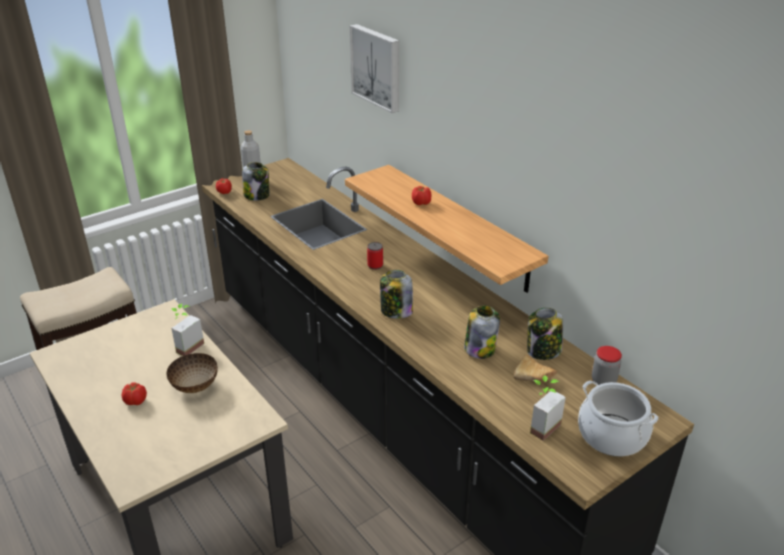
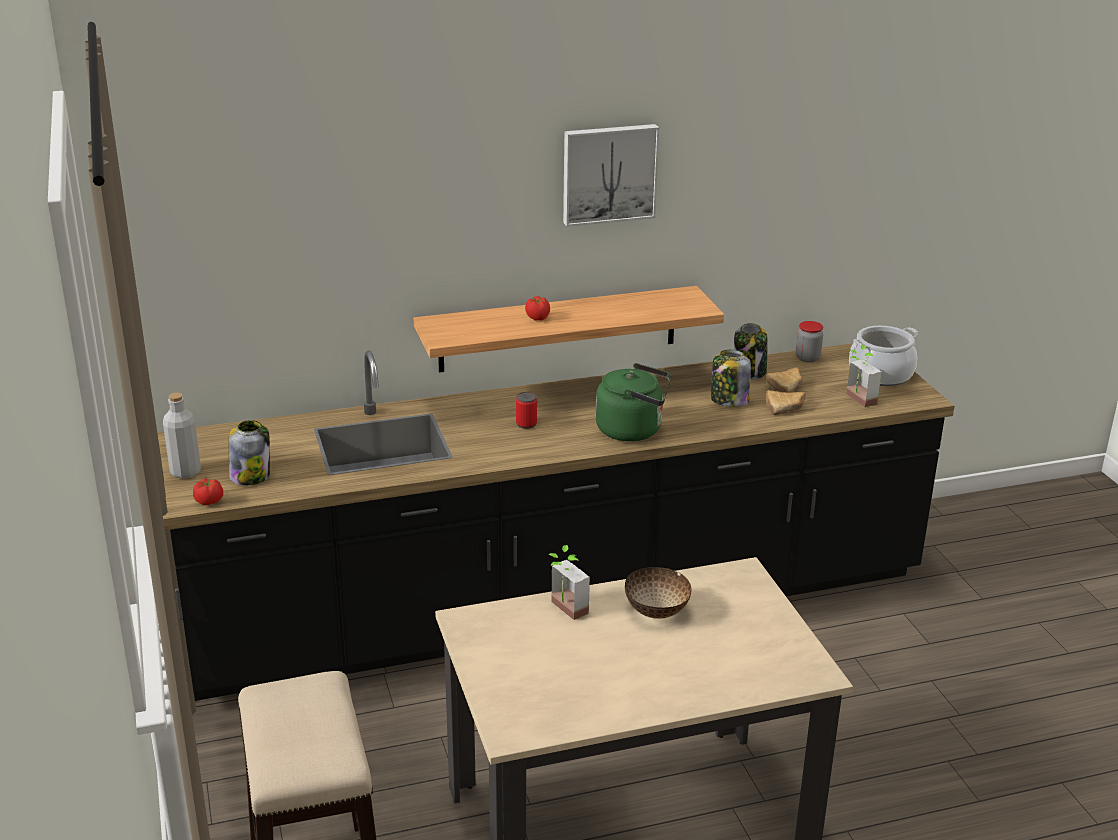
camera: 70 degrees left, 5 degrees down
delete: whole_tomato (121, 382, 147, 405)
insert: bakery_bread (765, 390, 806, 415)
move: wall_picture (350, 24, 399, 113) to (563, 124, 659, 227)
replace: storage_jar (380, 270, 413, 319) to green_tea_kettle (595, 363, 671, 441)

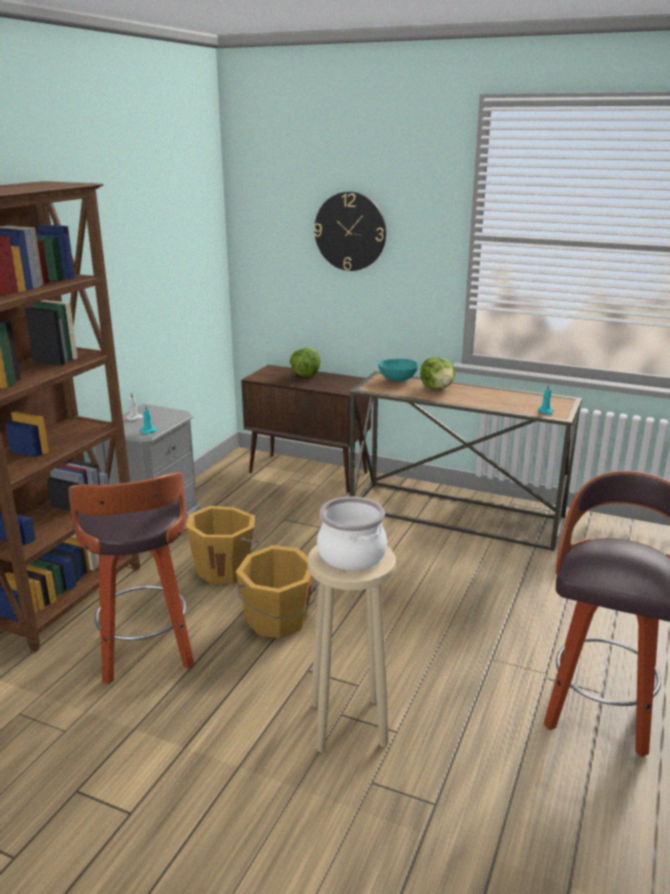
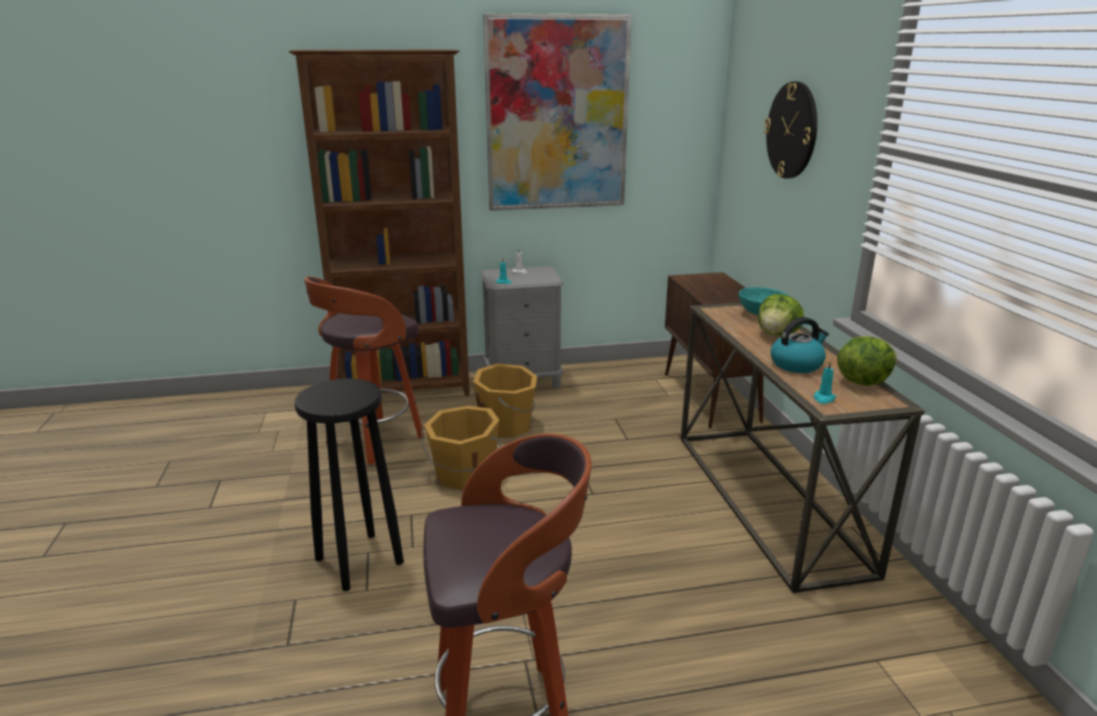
camera: 55 degrees right, 0 degrees up
delete: cooking_pot (317, 497, 387, 570)
insert: wall_picture (483, 13, 632, 211); tea_kettle (771, 317, 829, 373)
move: lettuce (290, 348, 320, 377) to (837, 336, 897, 386)
recolor: sand-coloured_sitting_stool (307, 545, 396, 752) to black-coloured_sitting_stool (295, 379, 404, 591)

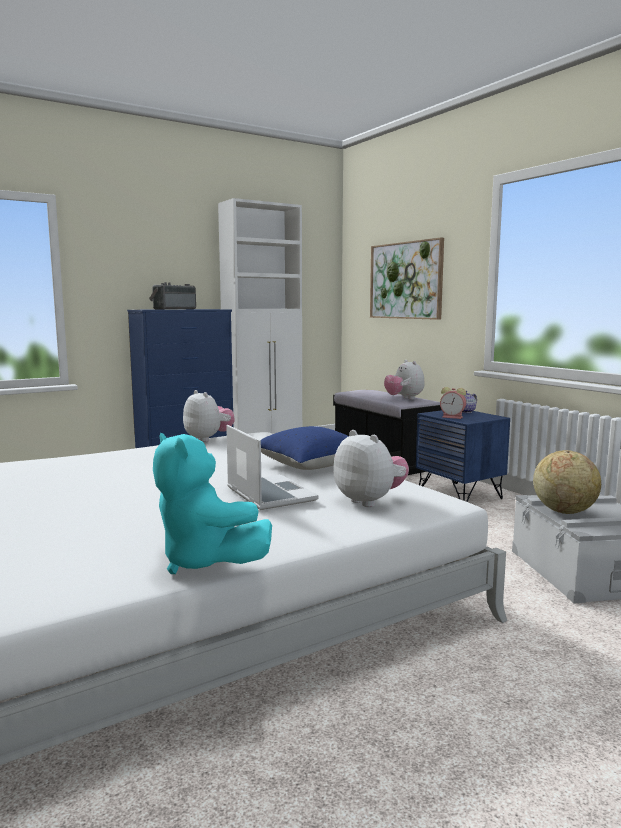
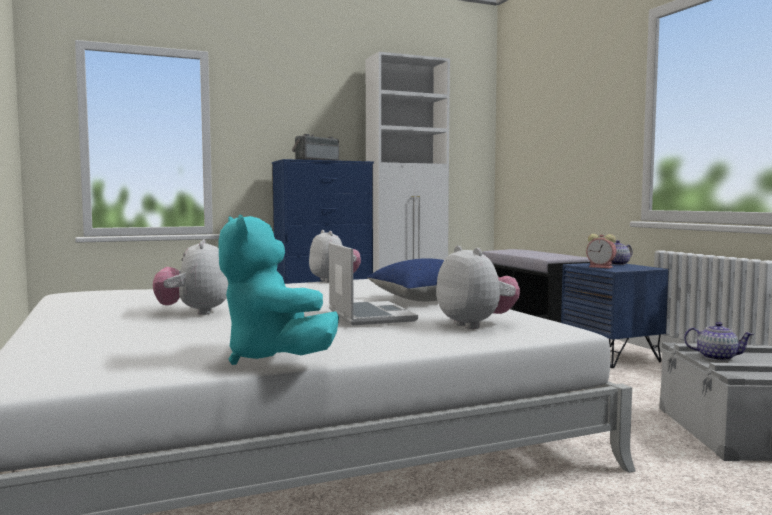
camera: 10 degrees right, 5 degrees down
delete: wall_picture (370, 237, 444, 320)
move: soft_toy (384, 360, 425, 400) to (153, 239, 228, 315)
replace: globe (533, 450, 601, 514) to tea_pot (684, 322, 754, 361)

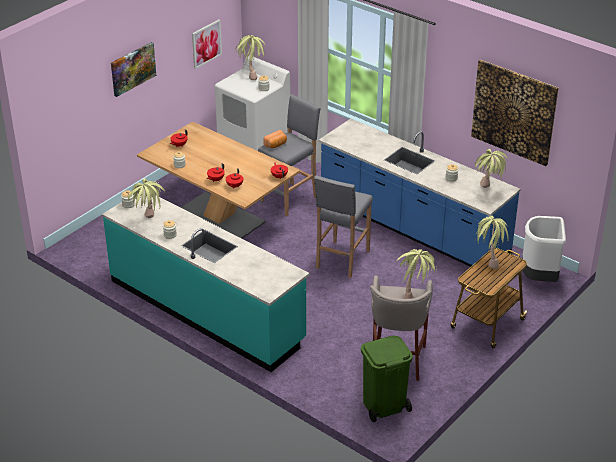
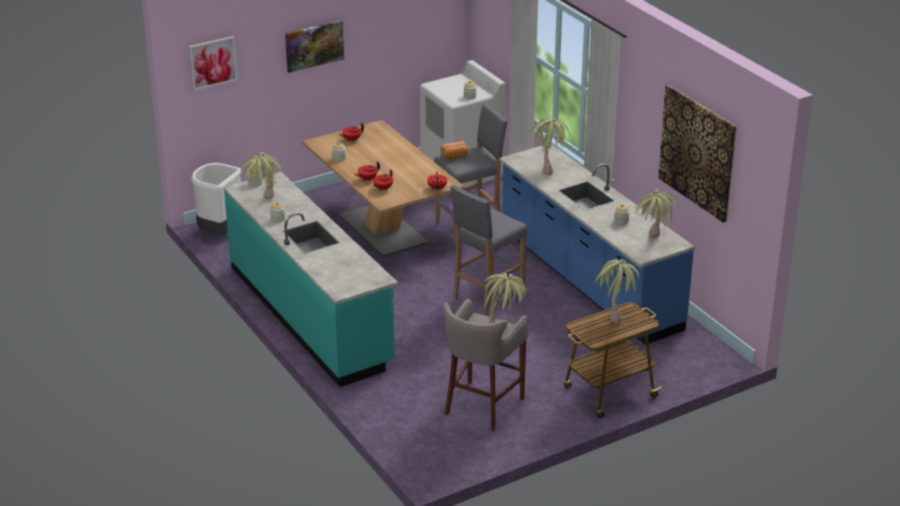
camera: 20 degrees right, 5 degrees down
delete: green_waste_bin (361, 336, 413, 422)
move: wall_picture (192, 20, 222, 69) to (189, 36, 238, 91); plant_in_a_pot (236, 35, 266, 80) to (530, 118, 570, 175); white_waste_bin (522, 216, 566, 282) to (191, 163, 242, 235)

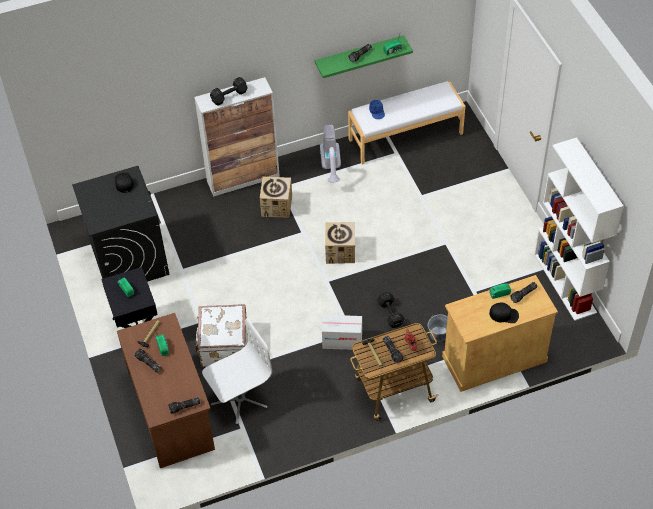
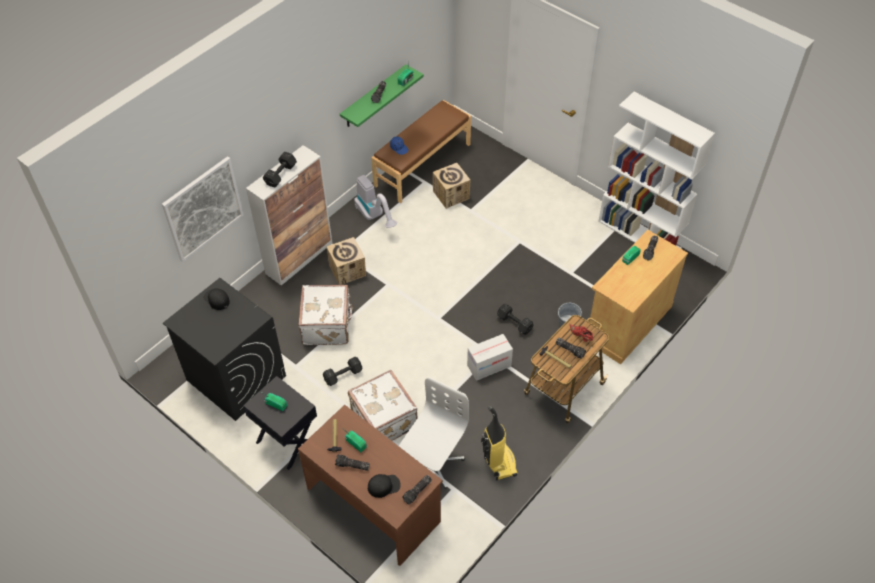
camera: 30 degrees left, 0 degrees up
insert: wall_picture (162, 156, 244, 262); white_travel_case (298, 285, 354, 345); black-coloured_free_weight (323, 357, 362, 386); vacuum (481, 406, 518, 481)
move: cardboard_box (325, 222, 355, 264) to (433, 163, 471, 209); black-coloured_peaked_cap (489, 303, 519, 323) to (368, 474, 401, 498)
recolor: white_long_seat (348, 82, 465, 165) to brown_long_seat (371, 100, 471, 203)

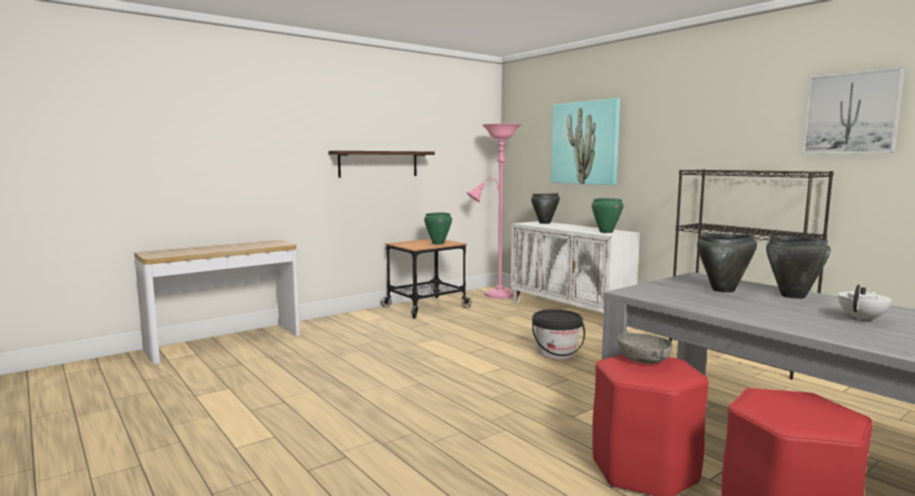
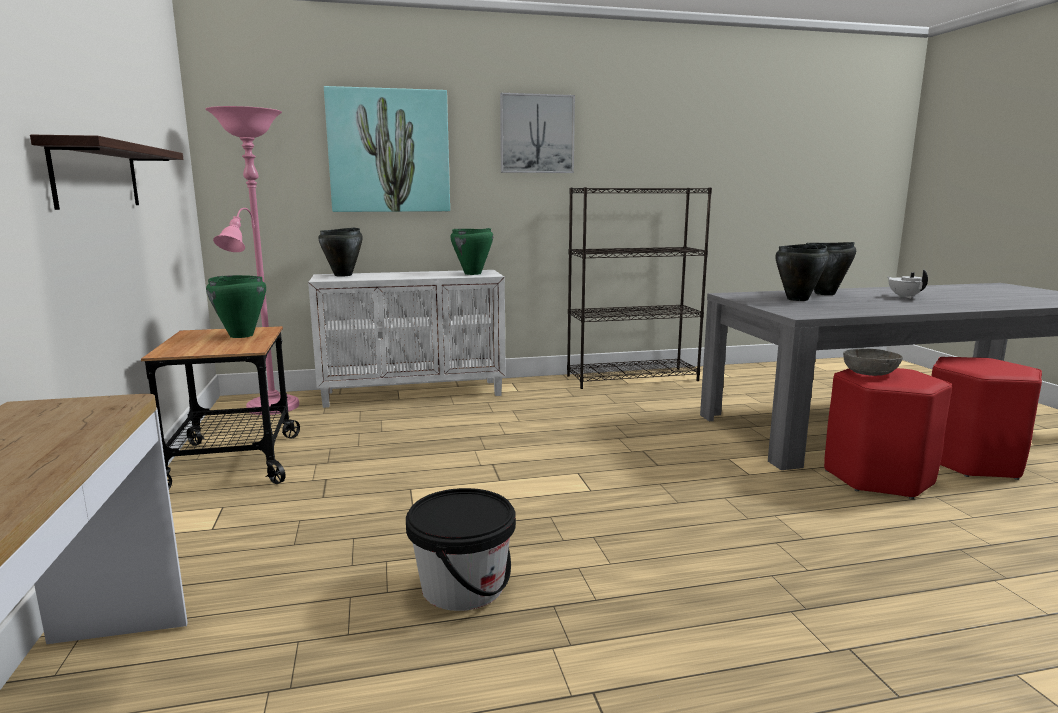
camera: 65 degrees left, 5 degrees up
move: black-coloured_pail (532, 310, 585, 359) to (406, 488, 516, 611); wall_picture (802, 67, 904, 154) to (500, 93, 575, 173)

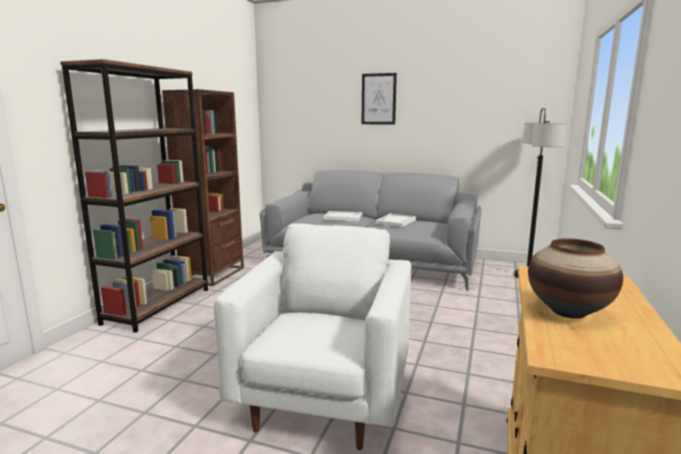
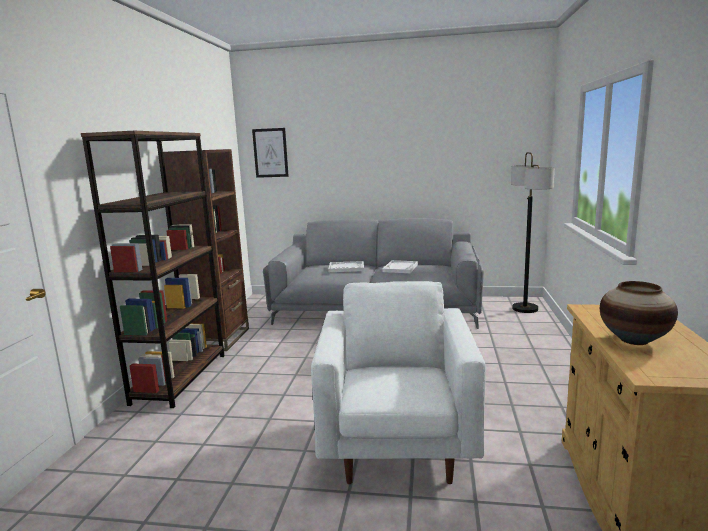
camera: 10 degrees left, 0 degrees up
move: wall_picture (362, 73, 397, 125) to (252, 128, 289, 178)

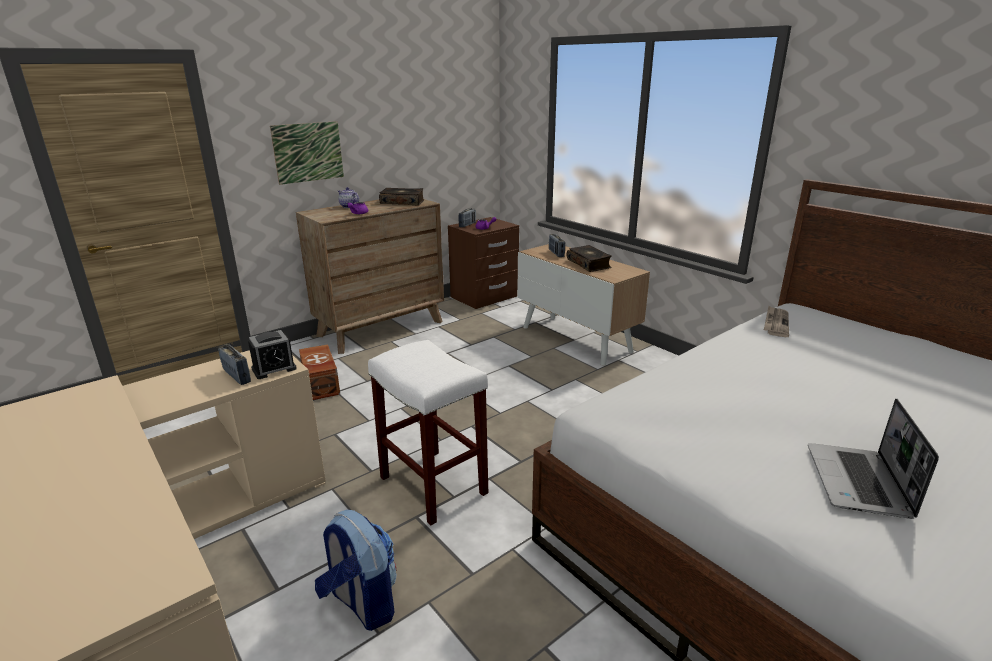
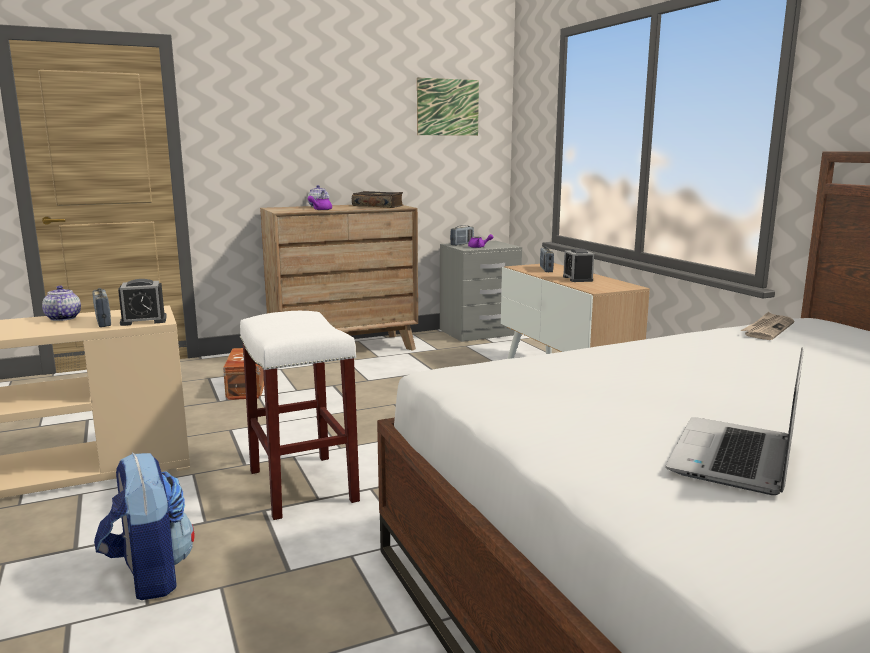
camera: 15 degrees right, 10 degrees down
insert: tea_pot (42, 285, 81, 321)
move: wall_picture (270, 121, 344, 185) to (417, 77, 479, 136)
replace: bound_book (567, 245, 612, 272) to bedside_clock (563, 249, 594, 282)
recolor: brown_nightstand (448, 217, 519, 309) to gray_nightstand (440, 241, 522, 342)

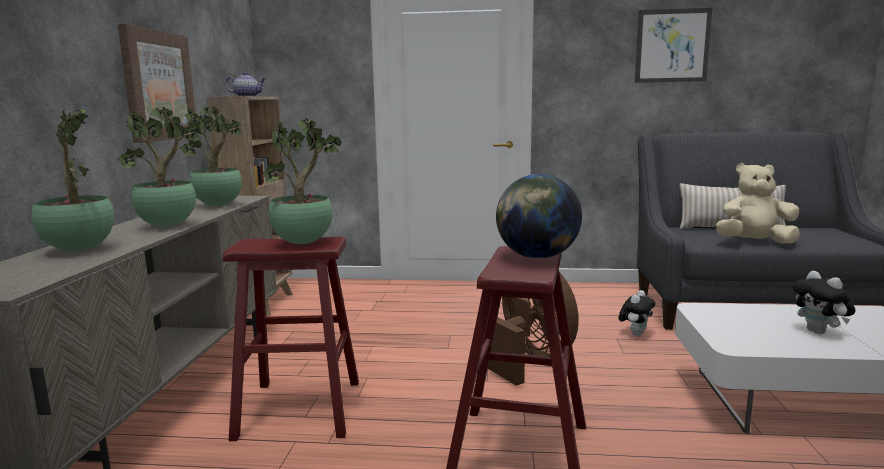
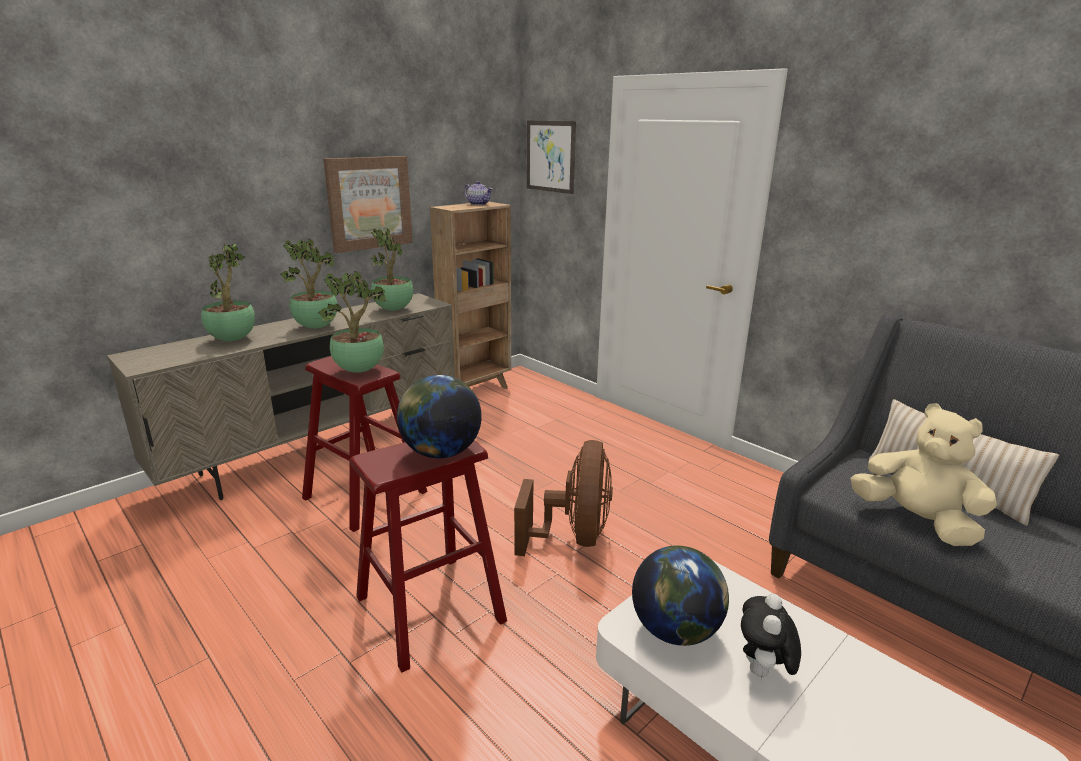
camera: 40 degrees right, 10 degrees up
delete: soft_toy (618, 290, 655, 336)
insert: globe (632, 546, 729, 646)
move: wall_picture (635, 8, 712, 83) to (527, 121, 576, 194)

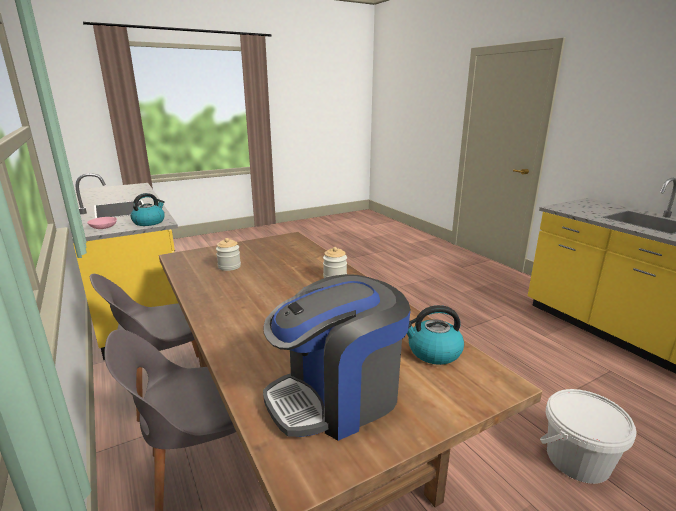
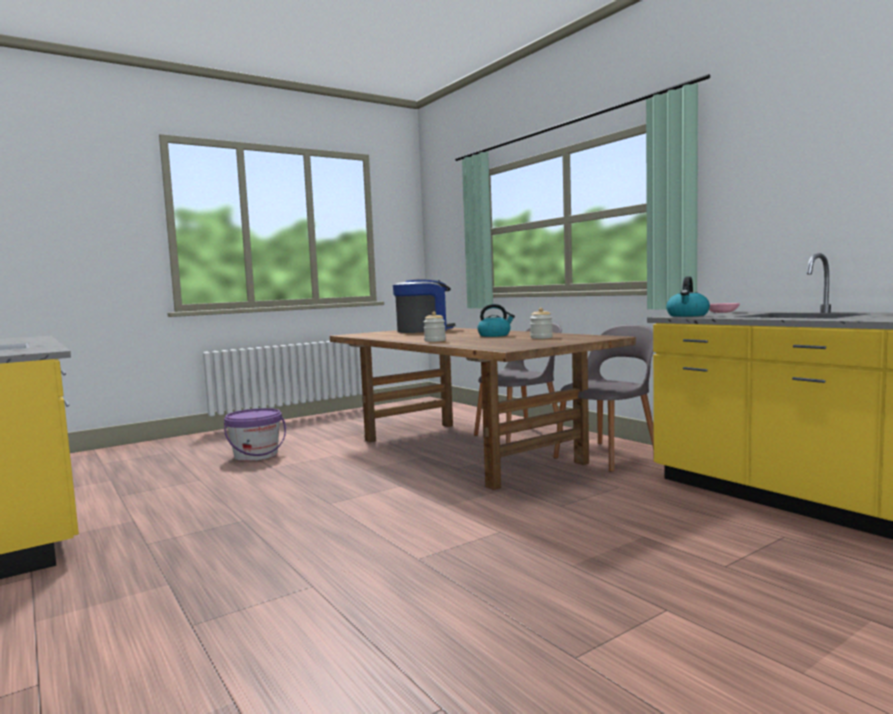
camera: 175 degrees right, 15 degrees down
move: tea_kettle (407, 305, 464, 365) to (477, 304, 515, 337)
recolor: white_pail (540, 389, 637, 484) to purple-coloured_pail (224, 408, 286, 461)

